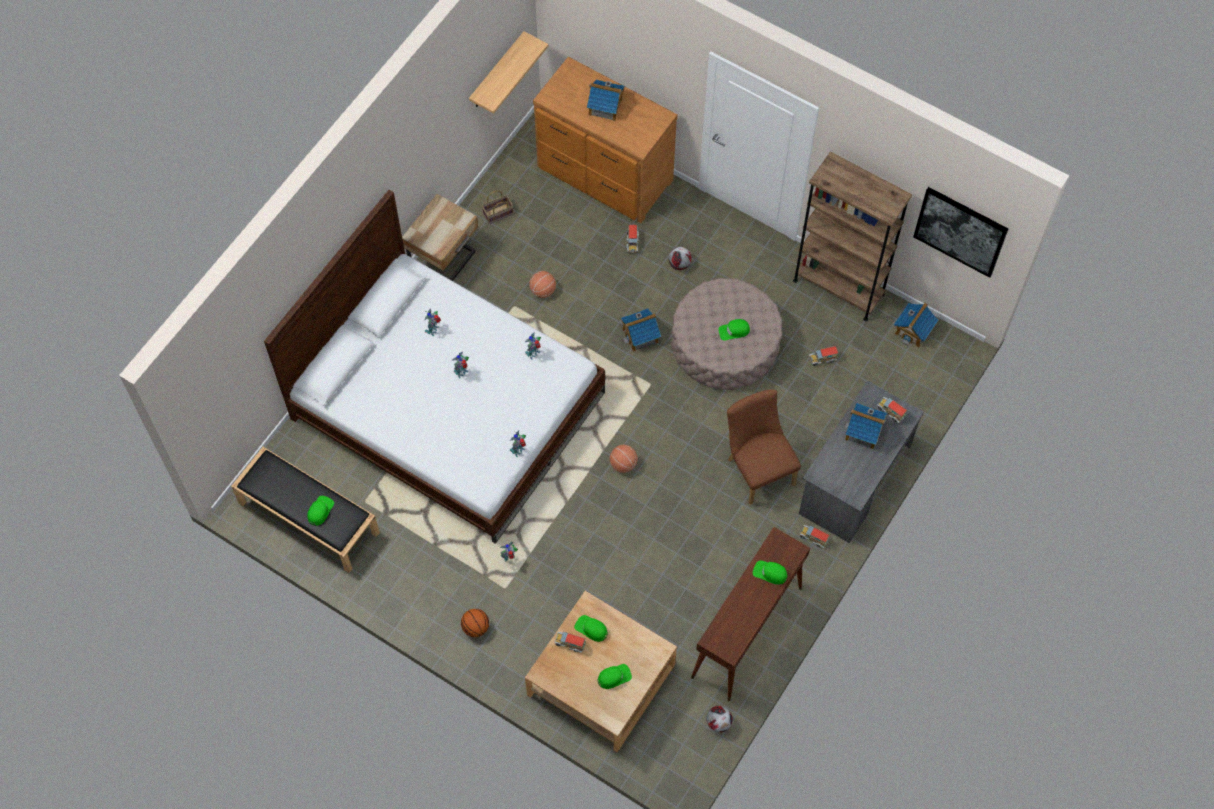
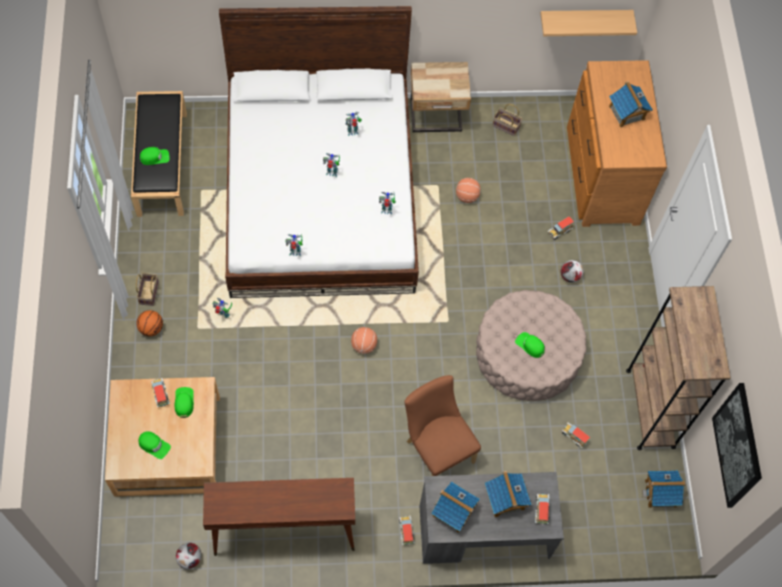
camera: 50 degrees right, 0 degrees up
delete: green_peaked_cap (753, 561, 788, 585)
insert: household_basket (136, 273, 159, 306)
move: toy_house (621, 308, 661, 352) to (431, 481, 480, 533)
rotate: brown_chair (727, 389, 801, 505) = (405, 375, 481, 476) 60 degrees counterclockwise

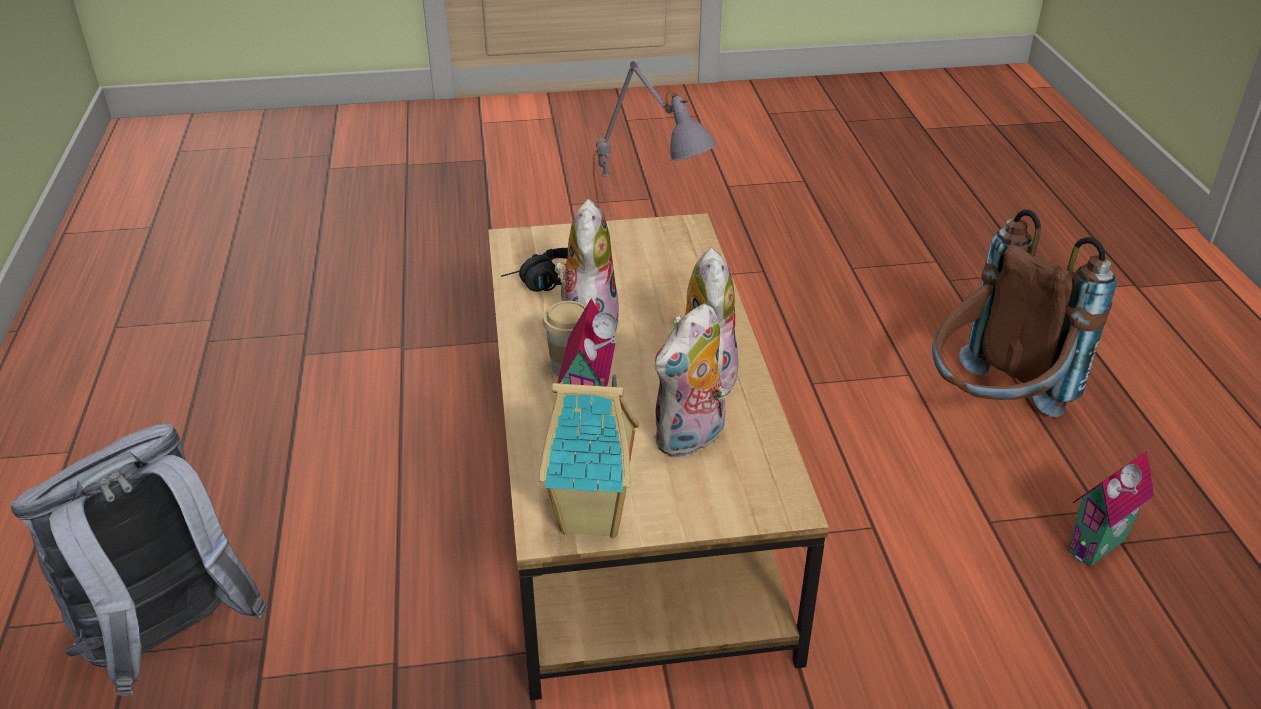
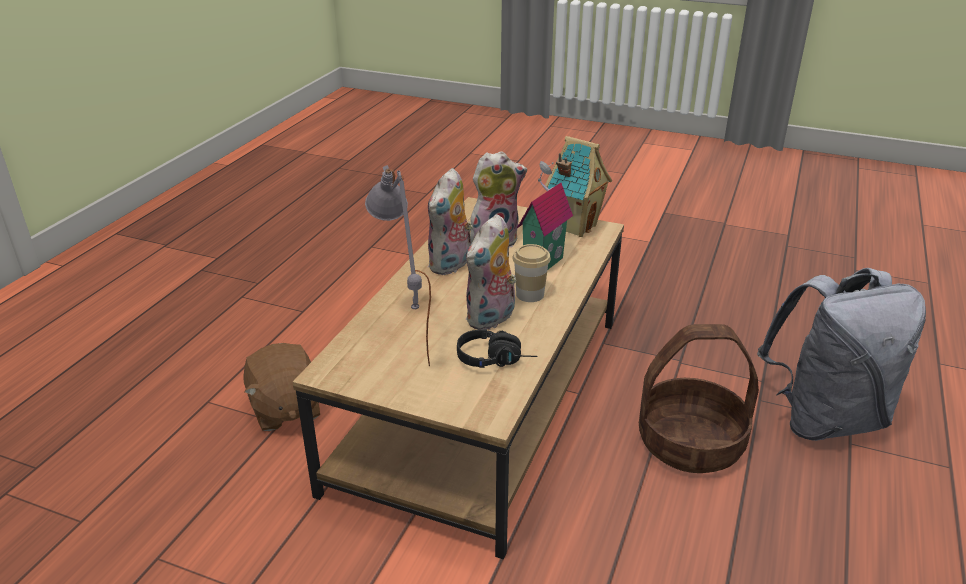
camera: 150 degrees left, 5 degrees down
delete: brown_knapsack (932, 209, 1117, 417); toy_house (1068, 451, 1154, 566)
insert: brown_soft_toy (243, 343, 320, 431); household_basket (639, 324, 759, 473)

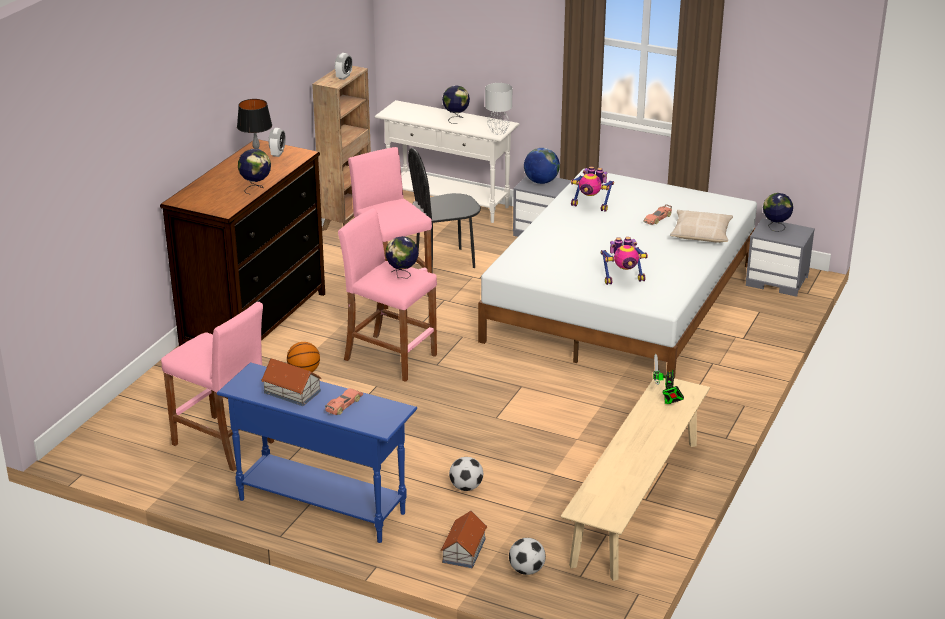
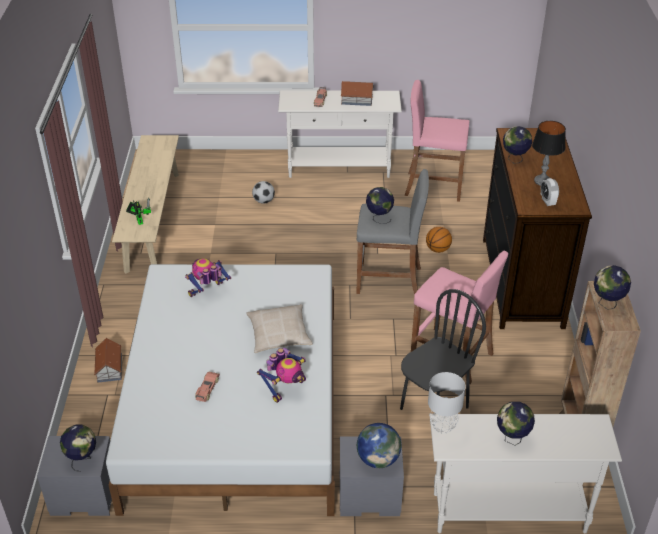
camera: 155 degrees right, 10 degrees up
delete: football (509, 538, 546, 575)
move: toy_house (440, 511, 487, 568) to (94, 338, 122, 382); sand-coloured_throw_pillow (670, 210, 733, 243) to (246, 304, 313, 353)
replace: bedside_clock (335, 53, 353, 80) to globe (594, 265, 631, 310)
recolor: blue-coloured_console_table (217, 362, 417, 543) to white_console_table (278, 91, 402, 178); pink_sitting_stool (338, 208, 437, 382) to gray_sitting_stool (356, 169, 429, 295)
rotate: toy_robot (571, 166, 614, 212) = (257, 348, 306, 403) 135 degrees clockwise

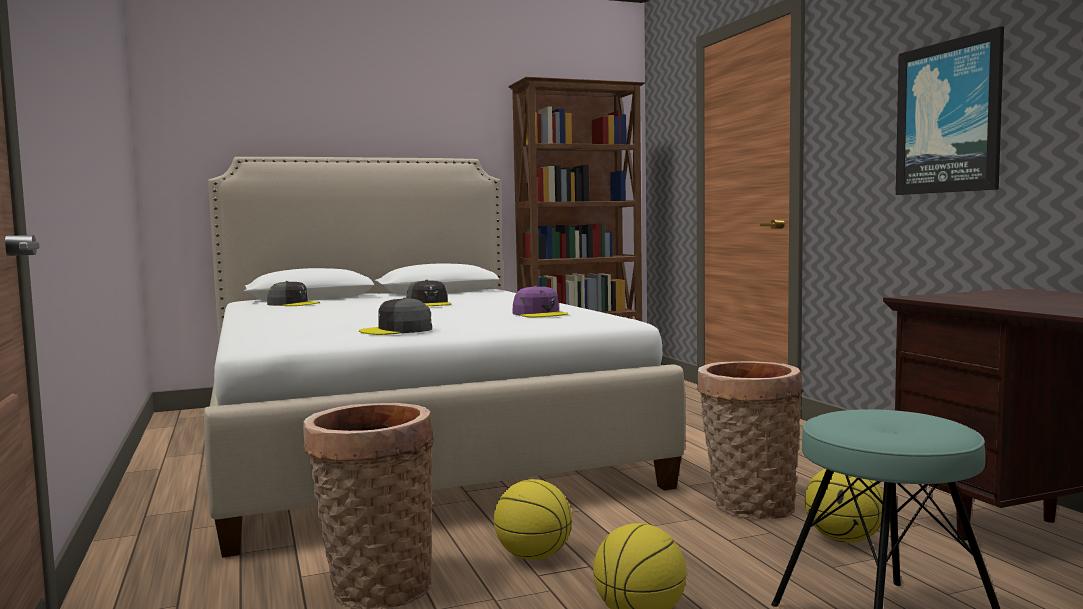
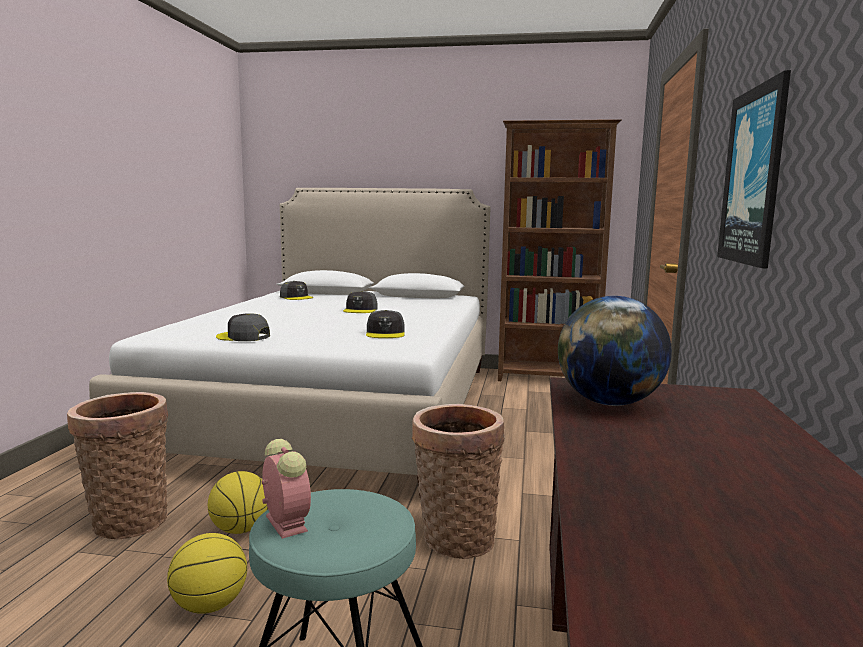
camera: 30 degrees right, 5 degrees up
delete: basketball_ball (805, 469, 883, 543)
insert: bedside_clock (262, 439, 311, 539); globe (558, 296, 672, 406)
recolor: purple-coloured_peaked_cap (513, 286, 569, 317) to gray_peaked_cap (366, 310, 405, 338)

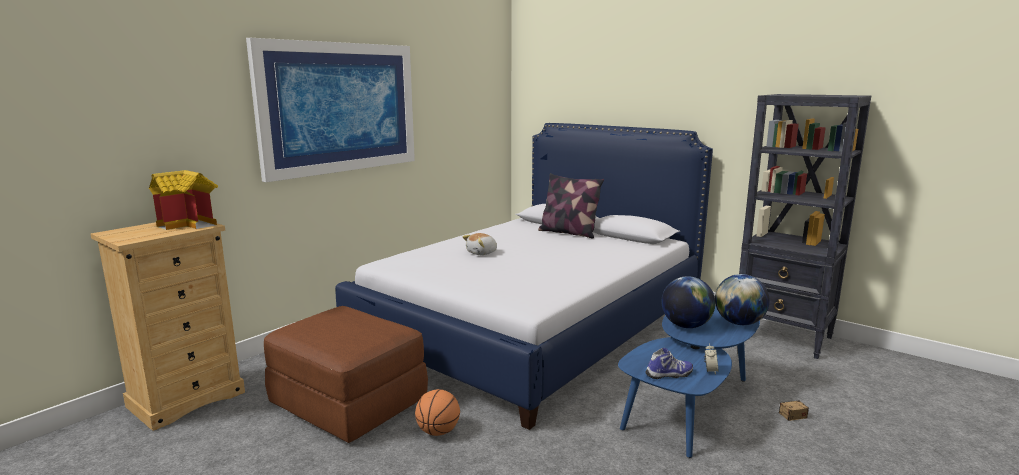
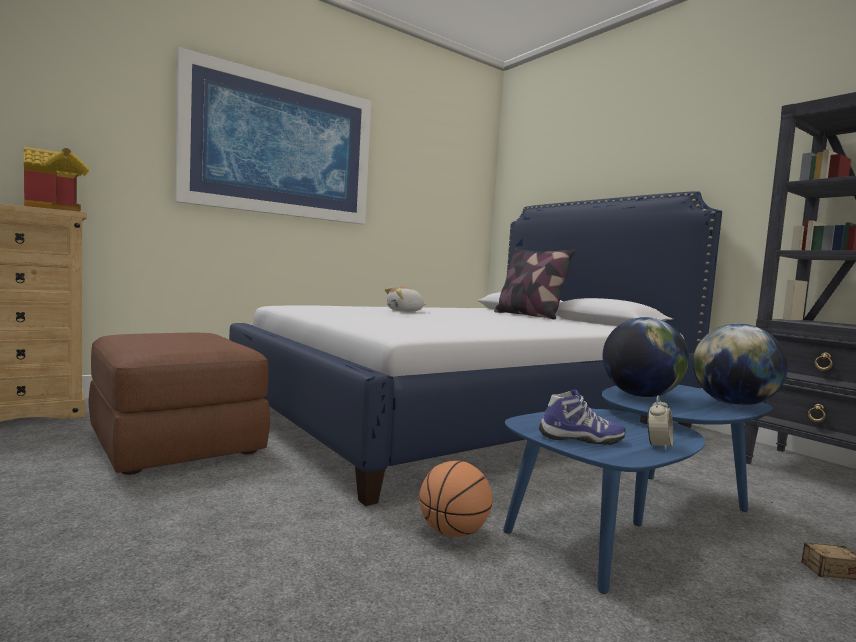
camera: 15 degrees right, 10 degrees down
move: basketball_ball (415, 389, 460, 436) to (419, 461, 492, 537)

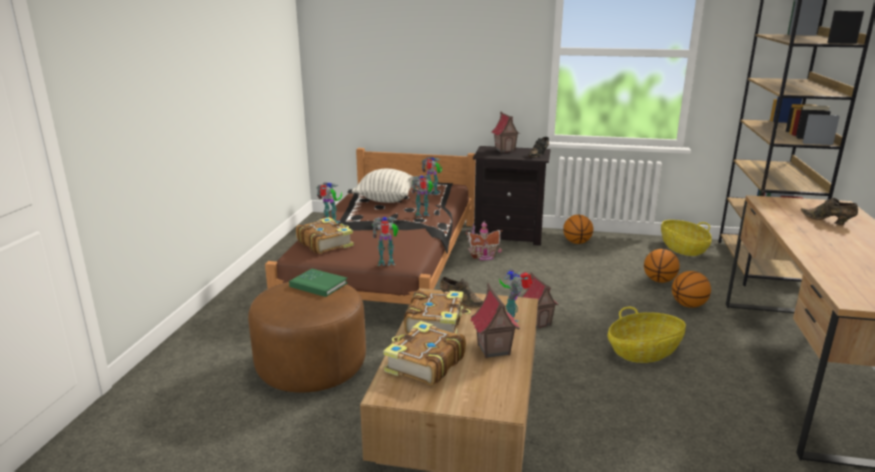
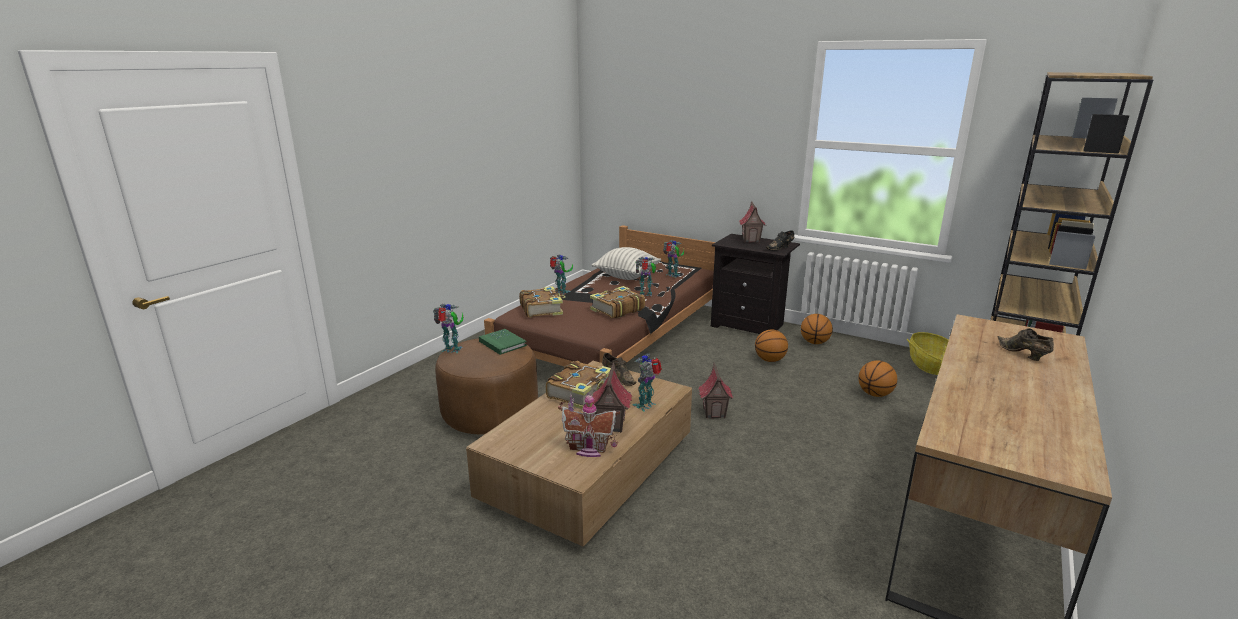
camera: 20 degrees right, 0 degrees up
delete: household_basket (608, 307, 686, 363)
move: toy_robot (372, 217, 399, 266) to (433, 303, 464, 353); bound_book (383, 321, 466, 386) to (590, 286, 645, 319); toy_house (465, 221, 502, 260) to (558, 392, 620, 457); basketball_ball (672, 271, 711, 308) to (755, 330, 788, 362)

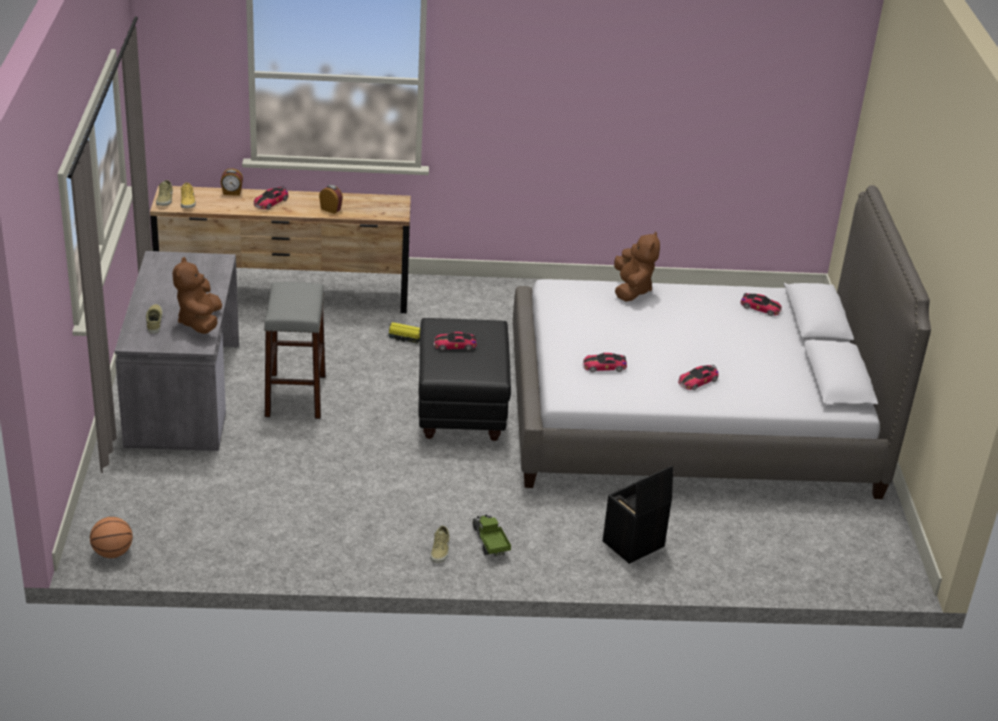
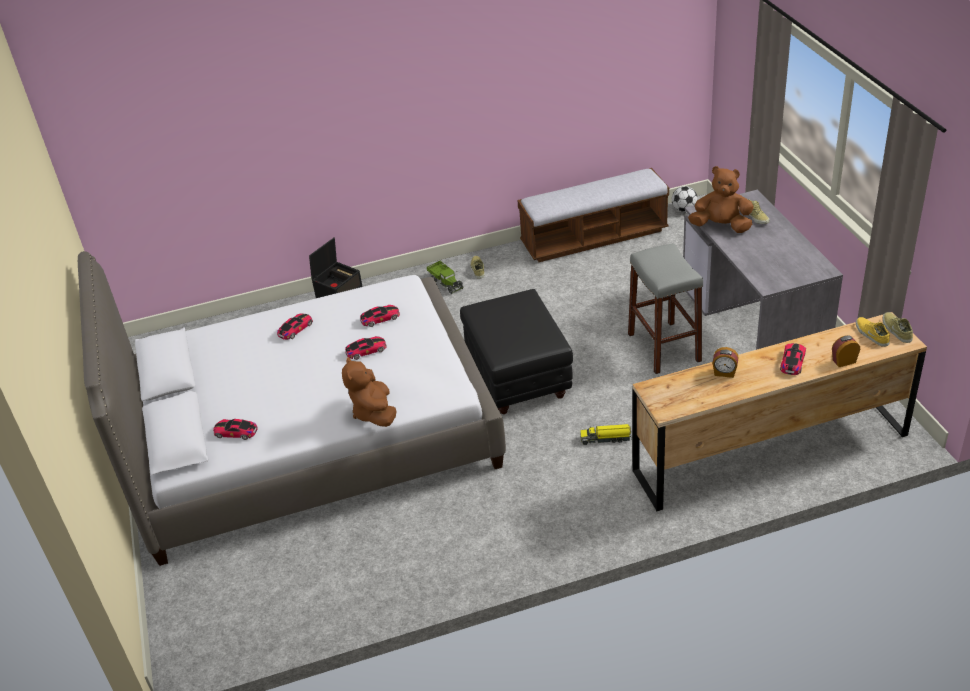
camera: 170 degrees right, 5 degrees up
insert: long_seat (517, 168, 669, 262)
move: toy_car (434, 332, 477, 351) to (345, 336, 387, 360)
replace: basketball_ball (90, 517, 133, 558) to football (672, 186, 698, 212)
rotate: brown_soft_toy (172, 257, 222, 334) = (688, 166, 754, 233) 60 degrees counterclockwise

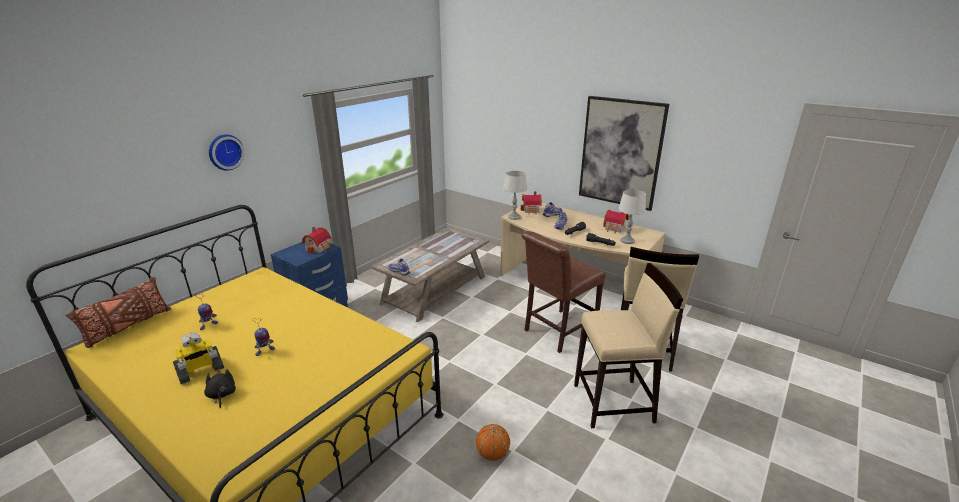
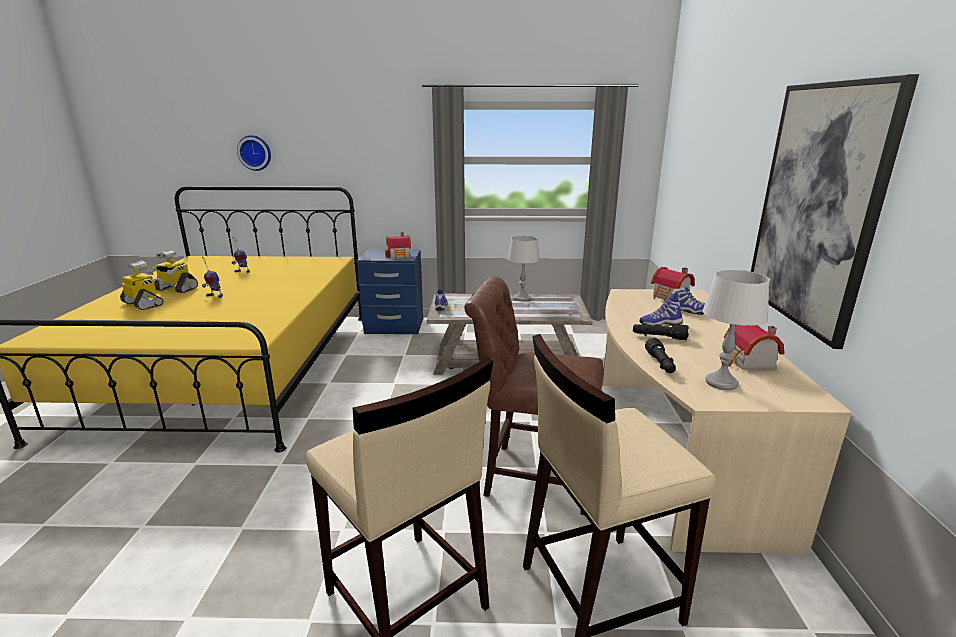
camera: 55 degrees right, 5 degrees down
delete: brown_throw_pillow (65, 277, 171, 348); basketball_ball (476, 424, 510, 461)
move: hanging_clock (209, 134, 245, 171) to (237, 135, 271, 171); gray_tabletop_lamp (503, 171, 527, 220) to (508, 235, 540, 301)
replace: black-coloured_soft_toy (204, 369, 236, 408) to toy_robot (120, 261, 164, 310)

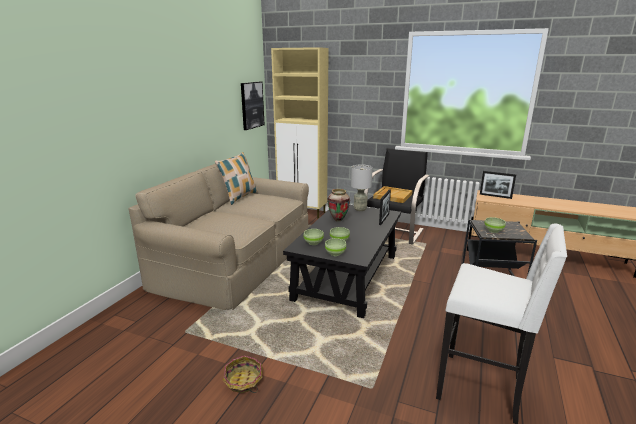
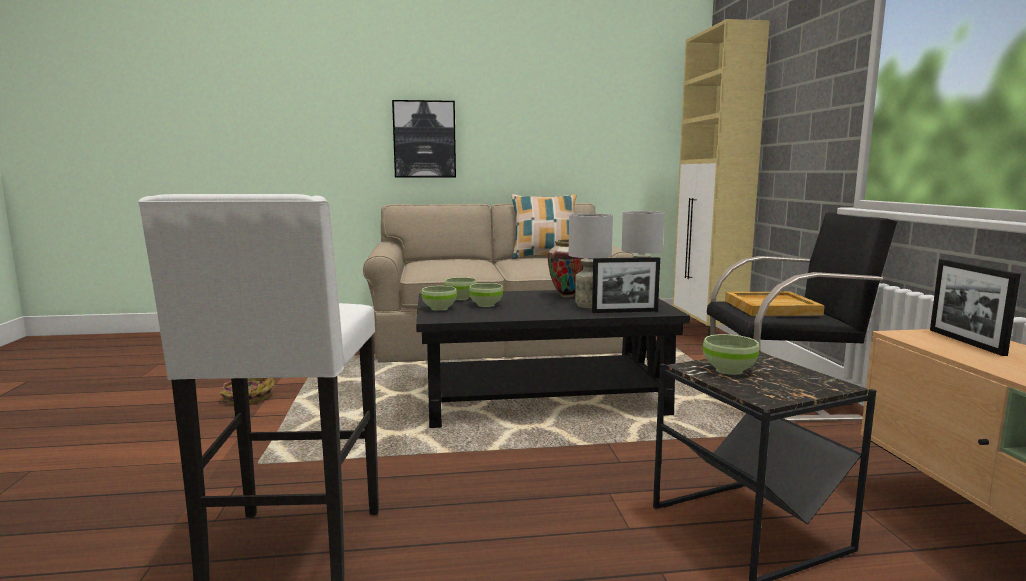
camera: 60 degrees right, 10 degrees down
insert: gray_tabletop_lamp (569, 213, 613, 308)
move: wall_picture (241, 81, 264, 130) to (392, 100, 456, 178)

